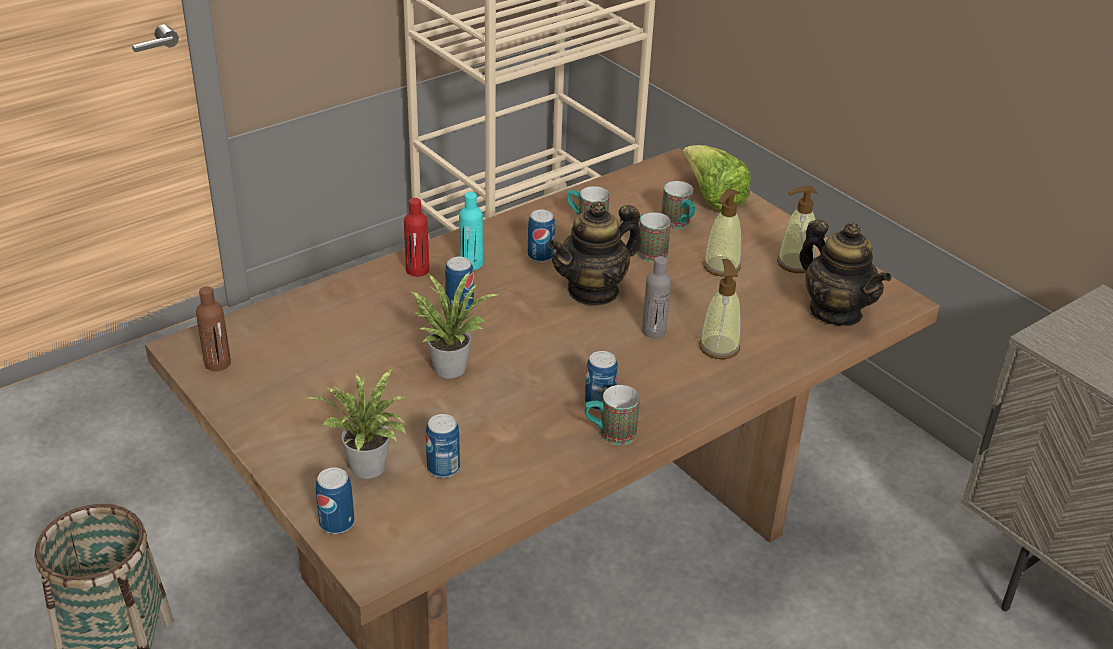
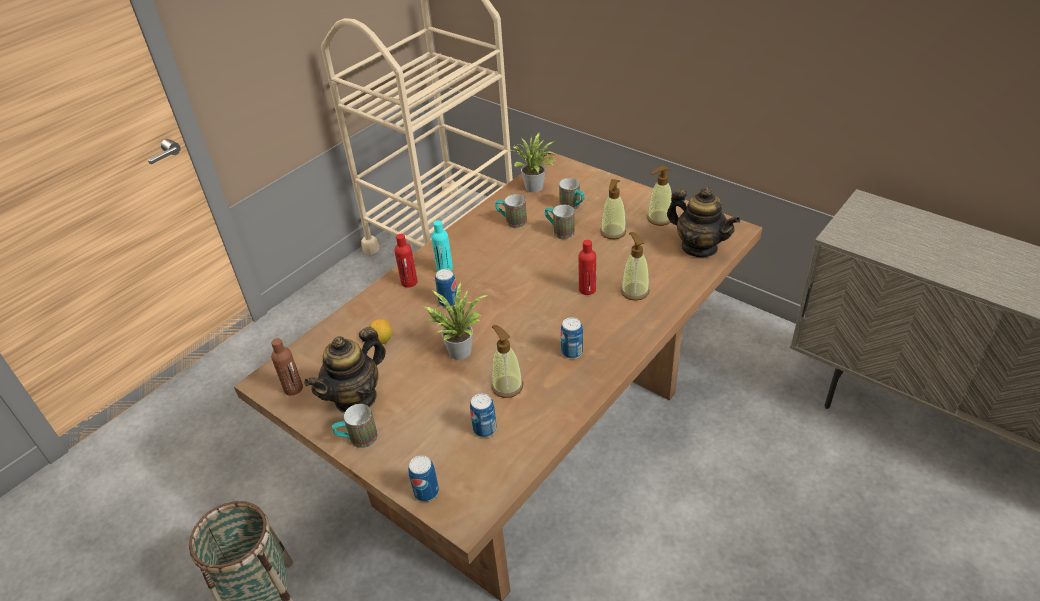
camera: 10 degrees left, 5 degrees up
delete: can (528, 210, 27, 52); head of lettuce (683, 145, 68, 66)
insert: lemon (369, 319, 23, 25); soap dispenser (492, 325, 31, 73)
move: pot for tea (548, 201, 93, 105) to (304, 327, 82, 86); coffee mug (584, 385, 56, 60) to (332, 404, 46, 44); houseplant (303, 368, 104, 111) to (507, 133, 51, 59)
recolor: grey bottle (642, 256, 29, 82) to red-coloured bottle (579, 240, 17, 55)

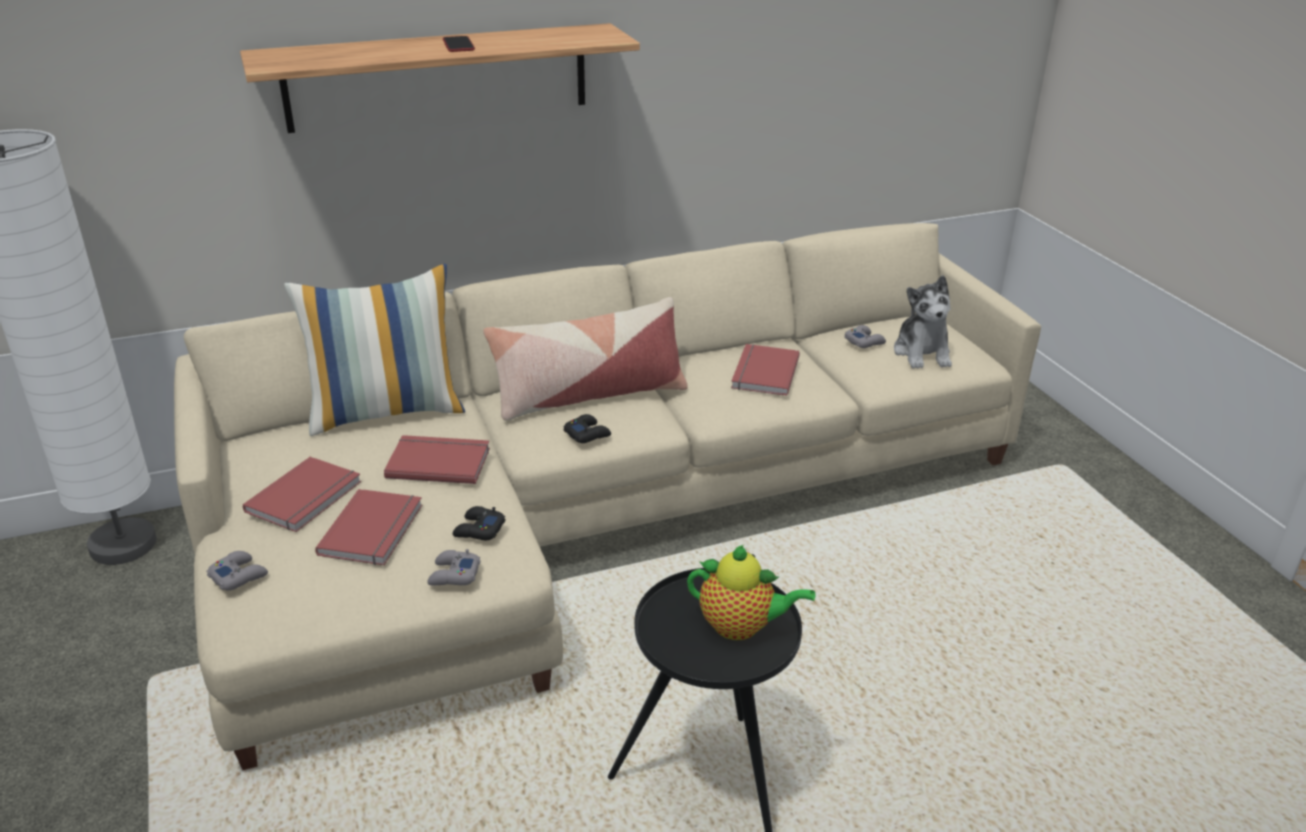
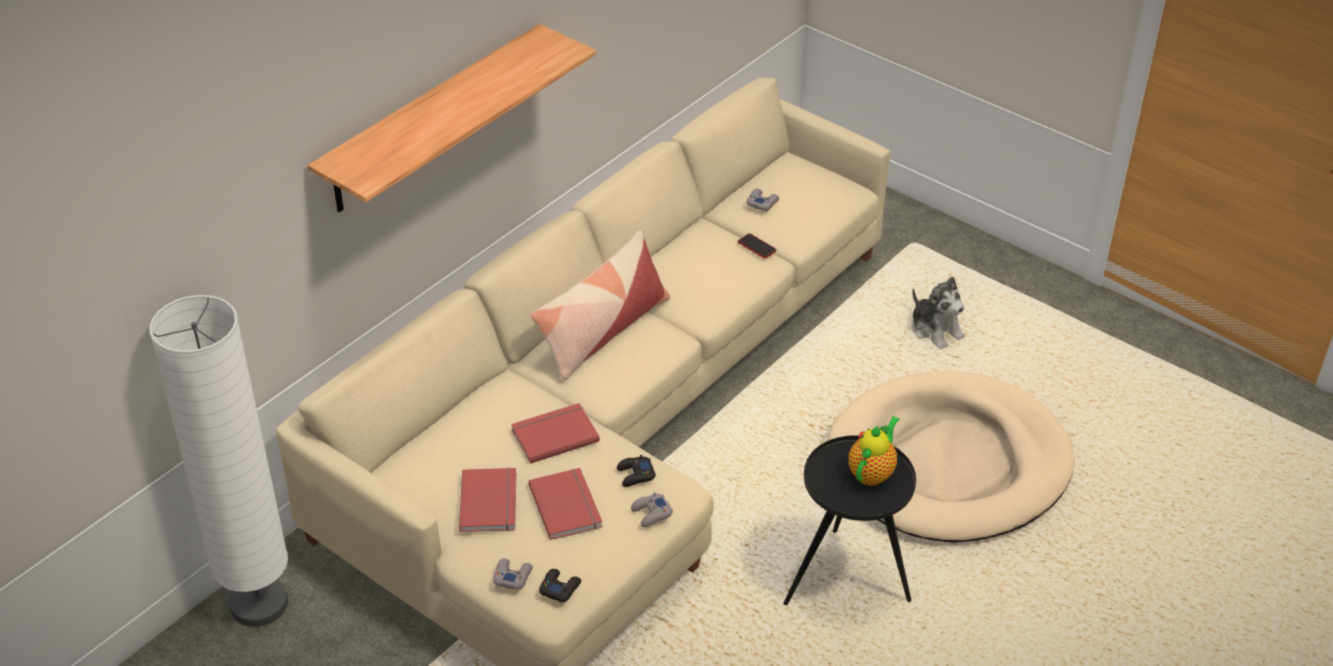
camera: 30 degrees left, 10 degrees up
delete: throw pillow (284, 264, 181, 172); red-coloured volume (731, 344, 69, 52)
insert: sand-coloured dog bed (828, 371, 247, 172)
move: blackish joypad (564, 414, 47, 29) to (539, 569, 42, 34); telephone (443, 36, 32, 16) to (738, 233, 39, 25); soft toy (894, 275, 58, 94) to (912, 276, 53, 73)
rotate: pot for tea (687, 545, 129, 95) = (848, 416, 52, 70) 45 degrees counterclockwise

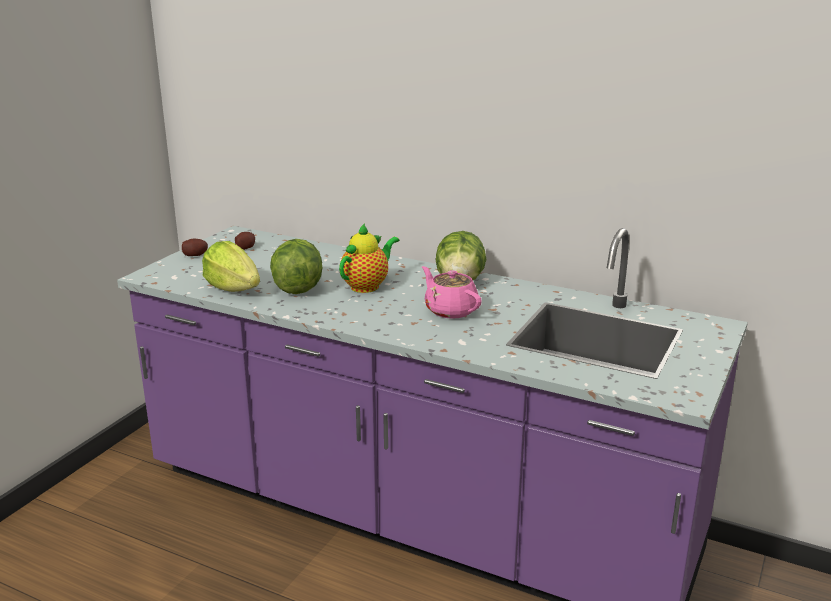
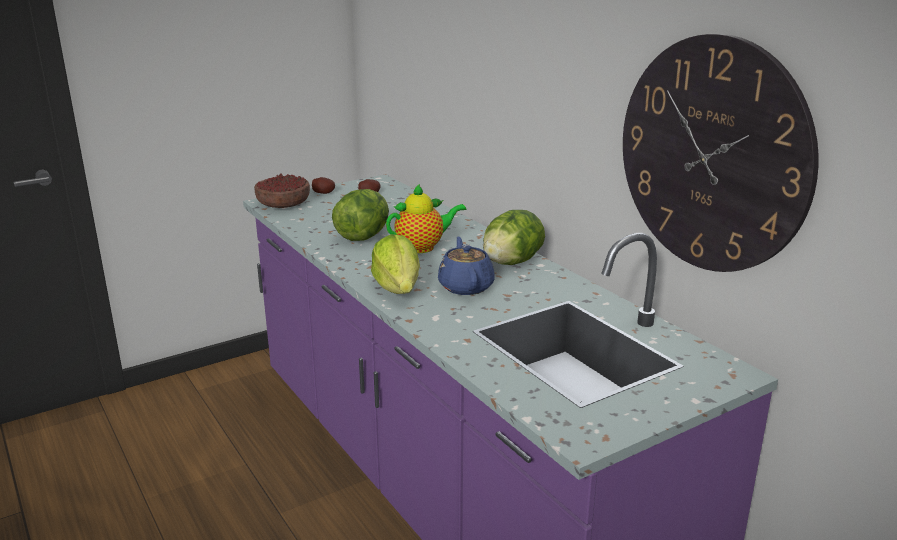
camera: 30 degrees right, 0 degrees up
insert: deep dish (254, 173, 56, 35); clock on the wall (623, 34, 195, 238)
move: head of lettuce (202, 241, 58, 51) to (371, 234, 49, 60)
recolor: pinkish pot for tea (422, 266, 60, 53) to blue-coloured pot for tea (438, 236, 57, 59)

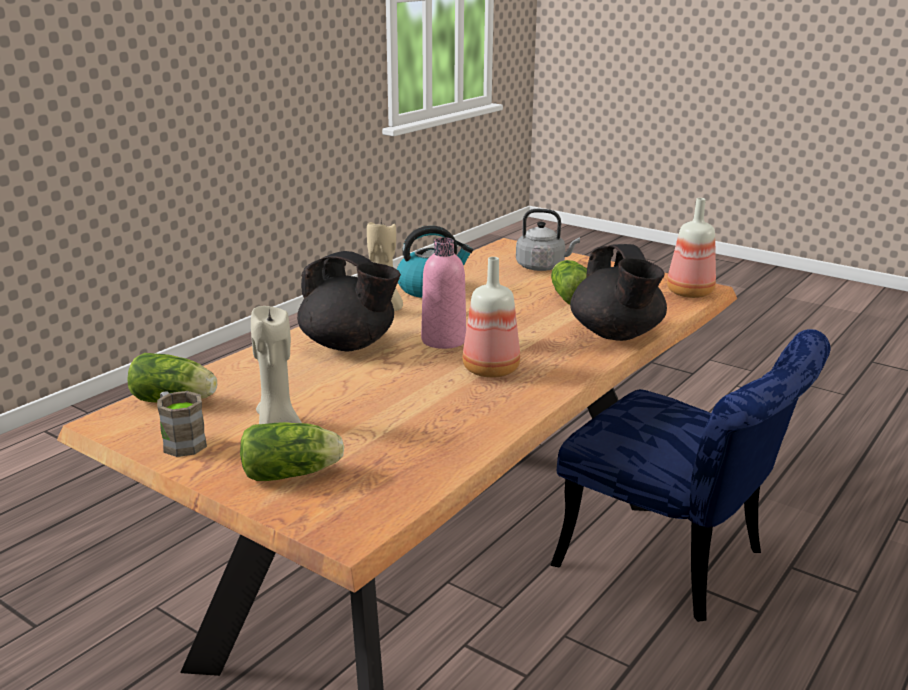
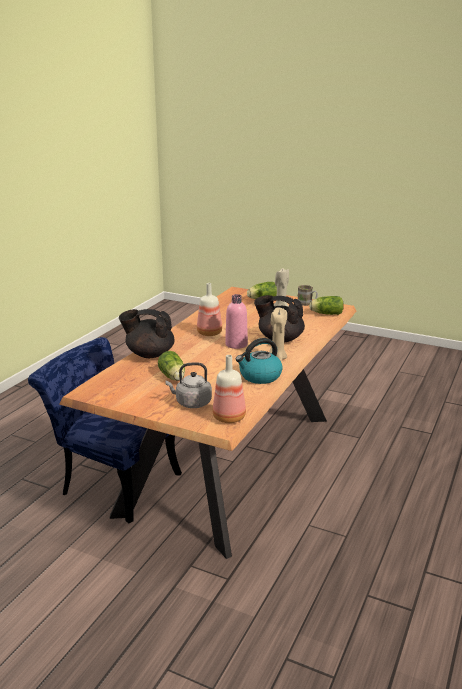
camera: 170 degrees right, 0 degrees up
move: bottle (667, 198, 49, 100) to (213, 355, 33, 68)
rotate: blackish pot for tea (570, 244, 97, 97) = (119, 309, 55, 49) 60 degrees counterclockwise

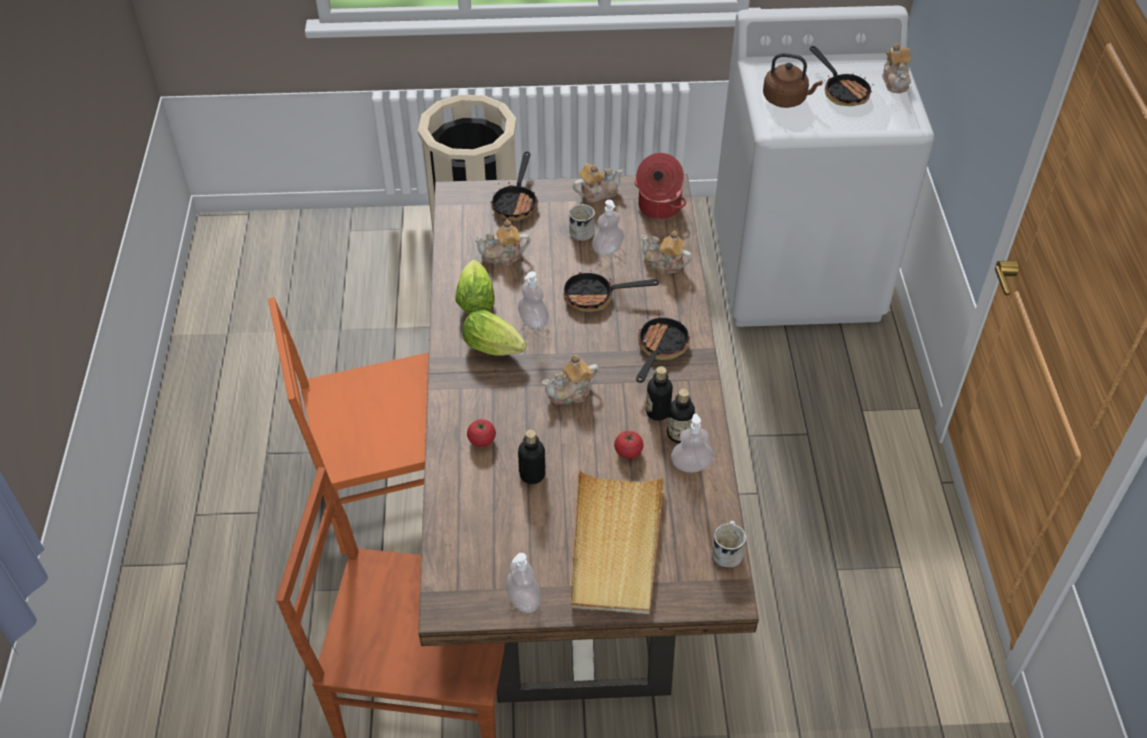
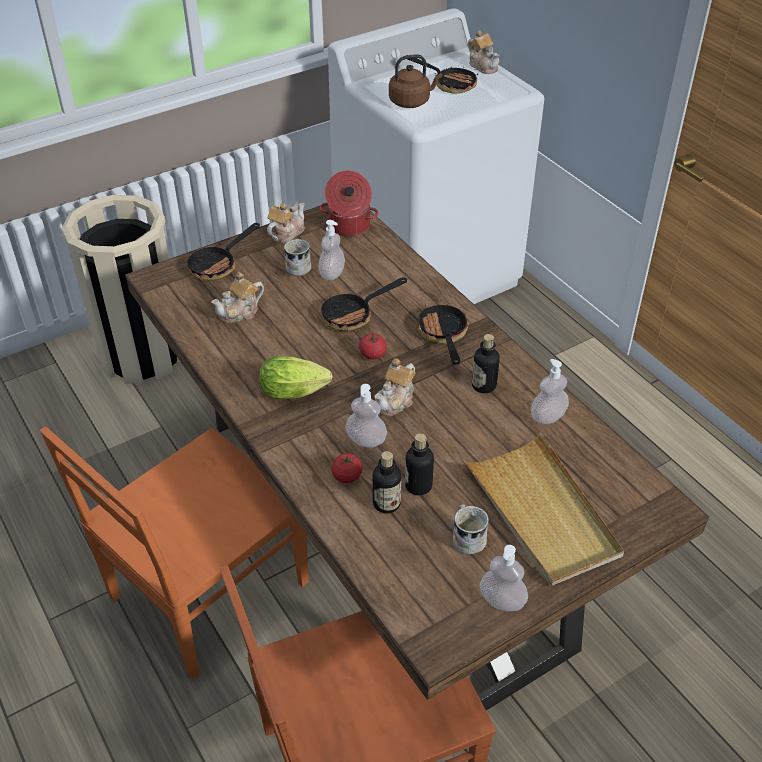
camera: 30 degrees left, 5 degrees down
delete: head of lettuce (455, 260, 40, 55); pot for tea (641, 230, 51, 45)
move: soap dispenser (518, 271, 31, 58) to (345, 384, 42, 64); whole tomato (614, 431, 29, 28) to (359, 333, 28, 26); bottle (667, 389, 28, 54) to (373, 451, 28, 63); white coffee mug (712, 521, 34, 46) to (453, 504, 36, 50)
rotate: frying pan (491, 152, 47, 69) = (187, 223, 73, 58) 60 degrees clockwise

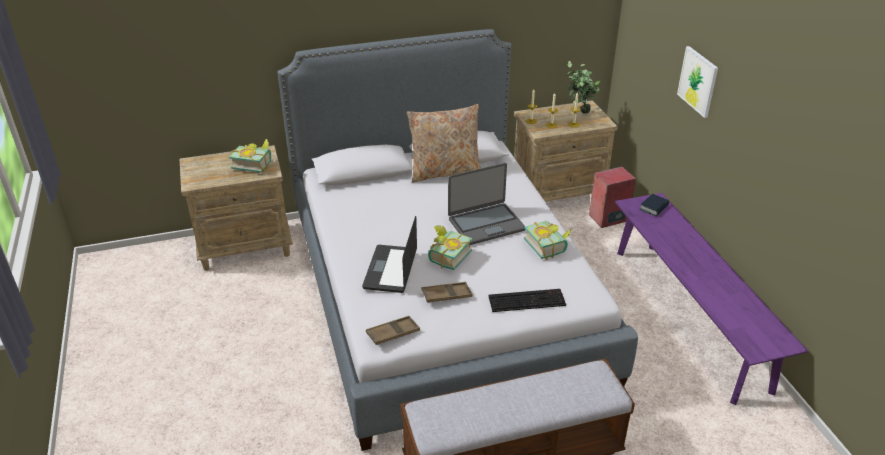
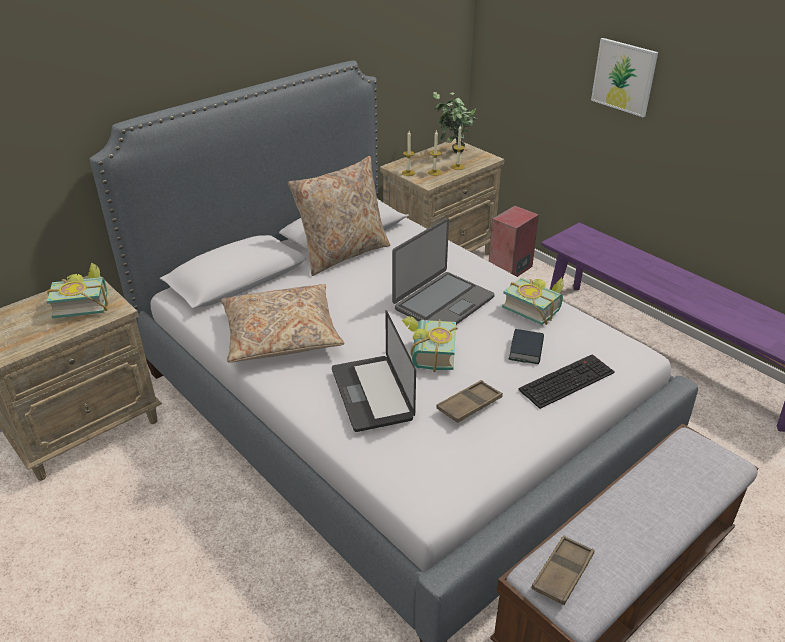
camera: 25 degrees left, 0 degrees up
insert: sand-coloured throw pillow (221, 284, 124, 79)
move: volume (639, 194, 30, 22) to (509, 329, 35, 35); brown-coloured tray (366, 316, 54, 29) to (531, 536, 63, 69)

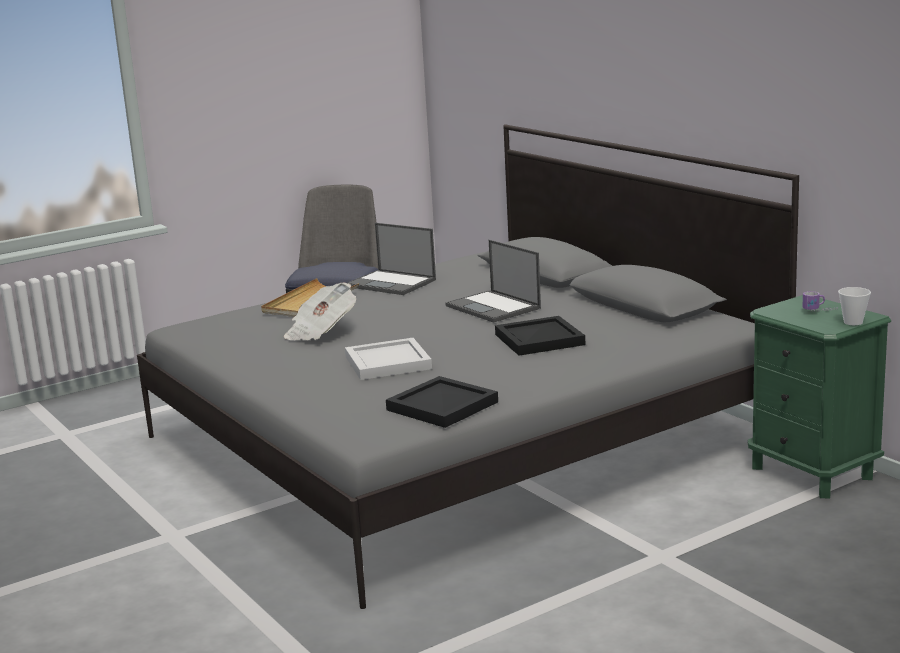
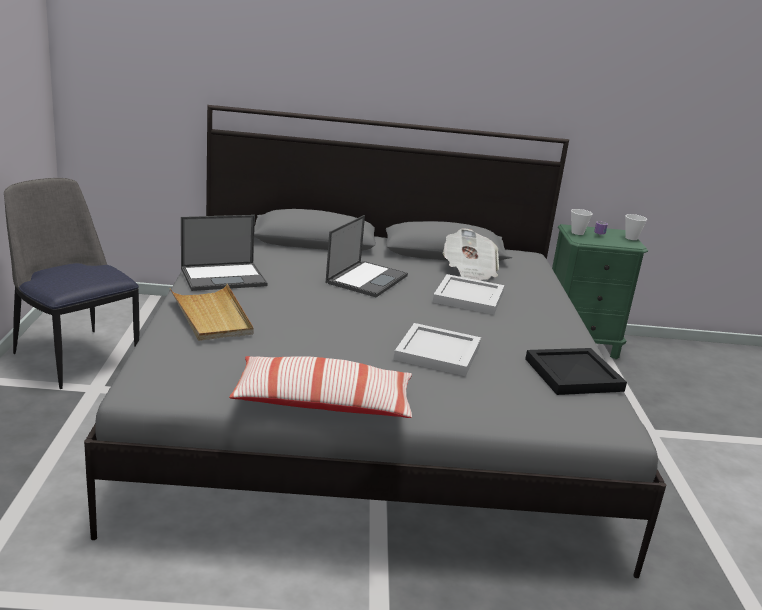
camera: 60 degrees left, 5 degrees up
insert: throw pillow (229, 356, 183, 62); drinking cup (571, 209, 21, 26)
move: printed paper (284, 283, 72, 57) to (443, 228, 56, 52)
recolor: blackish tray (495, 316, 90, 40) to white tray (433, 274, 72, 41)
rotate: laptop (445, 240, 96, 83) = (326, 215, 82, 82) 60 degrees counterclockwise

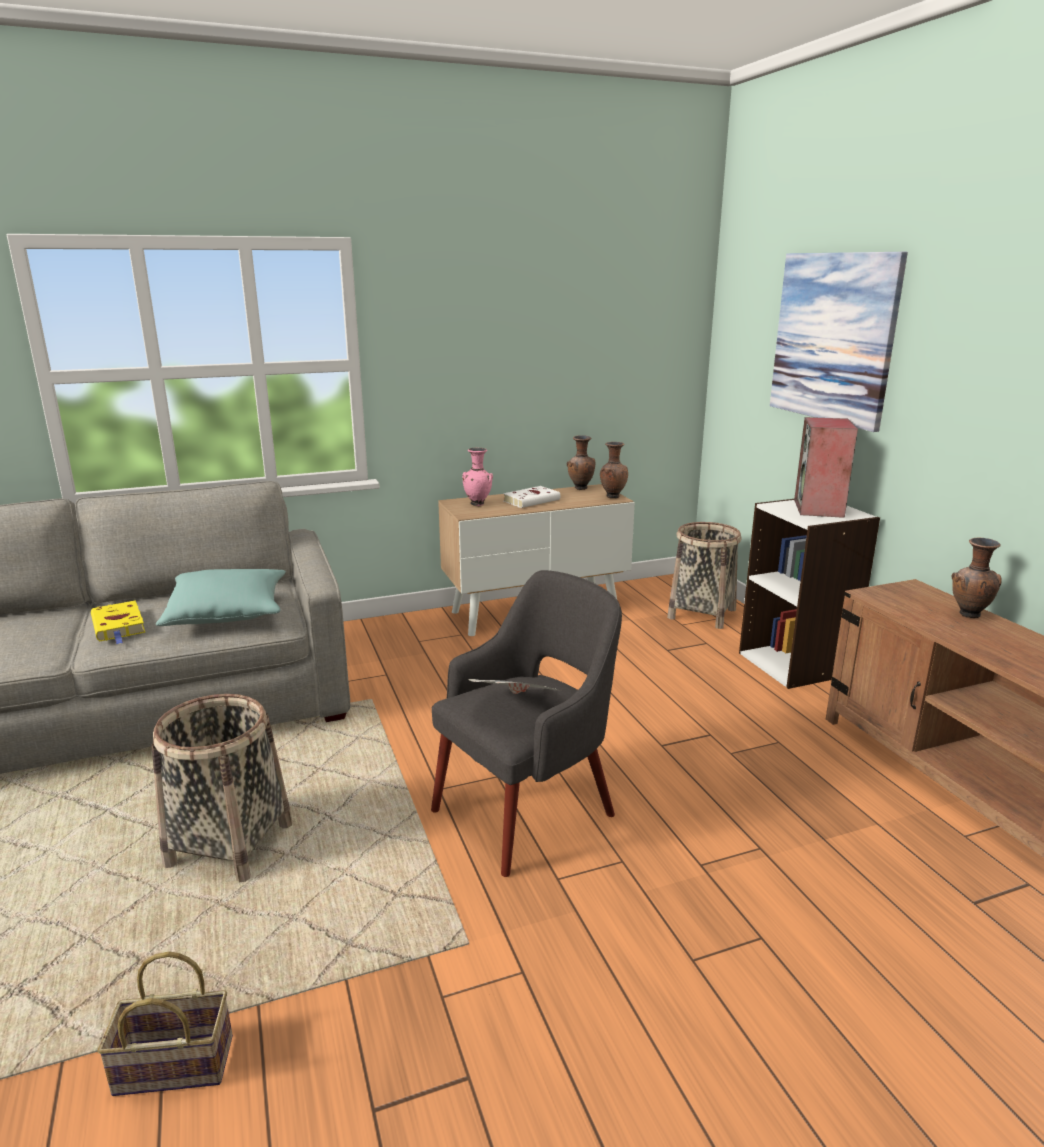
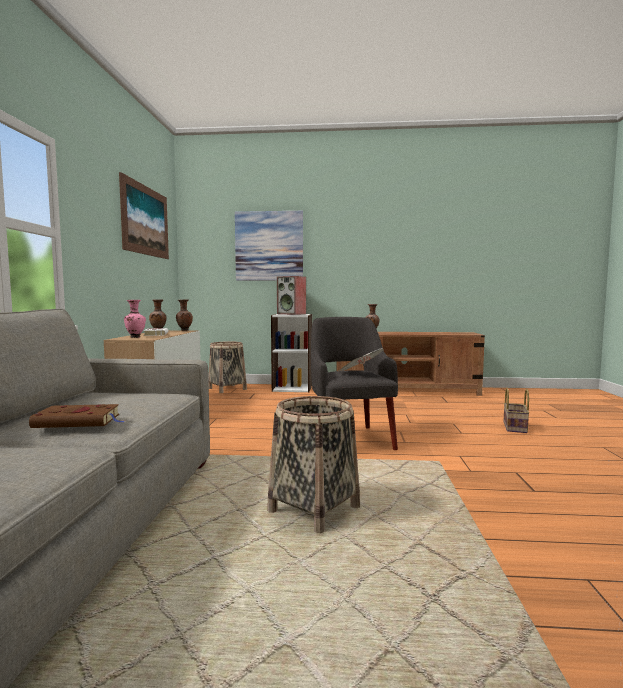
camera: 65 degrees left, 15 degrees down
delete: turquoise-coloured throw pillow (156, 569, 130, 57)
insert: wall art (119, 172, 50, 87)
move: household basket (97, 951, 136, 145) to (503, 388, 26, 45)
recolor: yellowish volume (91, 600, 54, 44) to brown-coloured volume (29, 404, 95, 24)

